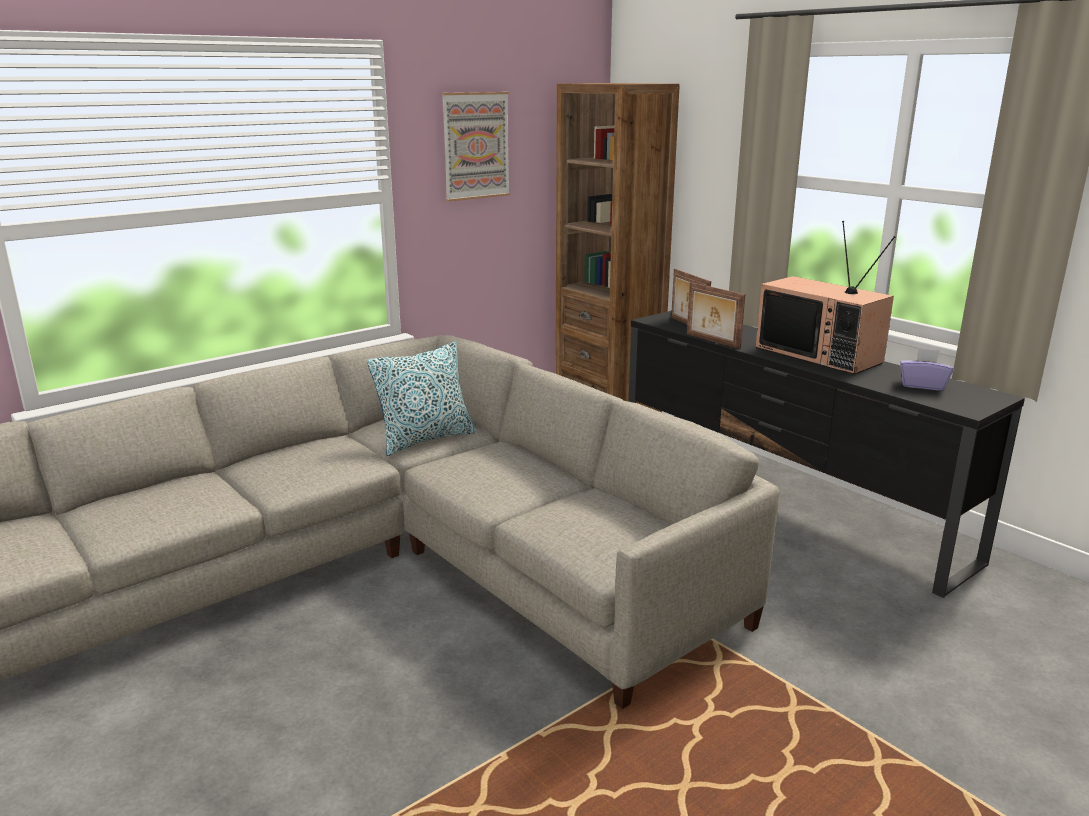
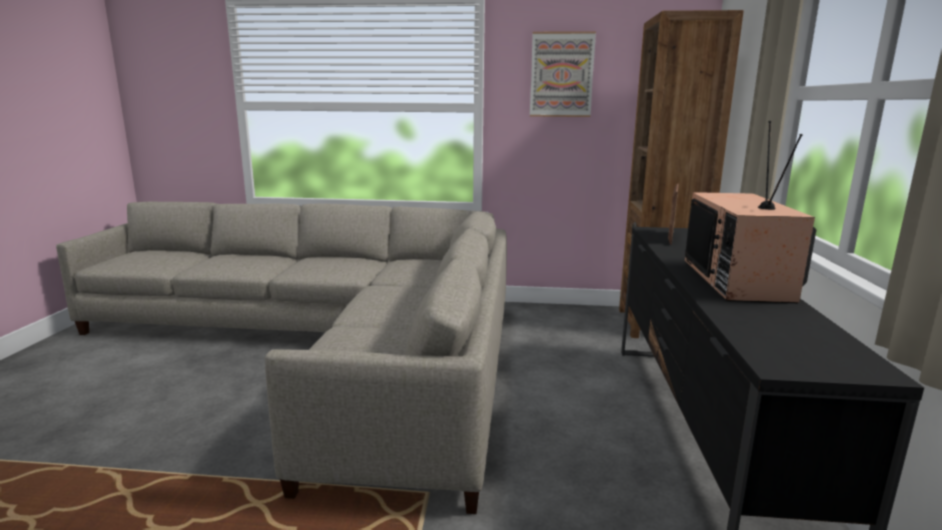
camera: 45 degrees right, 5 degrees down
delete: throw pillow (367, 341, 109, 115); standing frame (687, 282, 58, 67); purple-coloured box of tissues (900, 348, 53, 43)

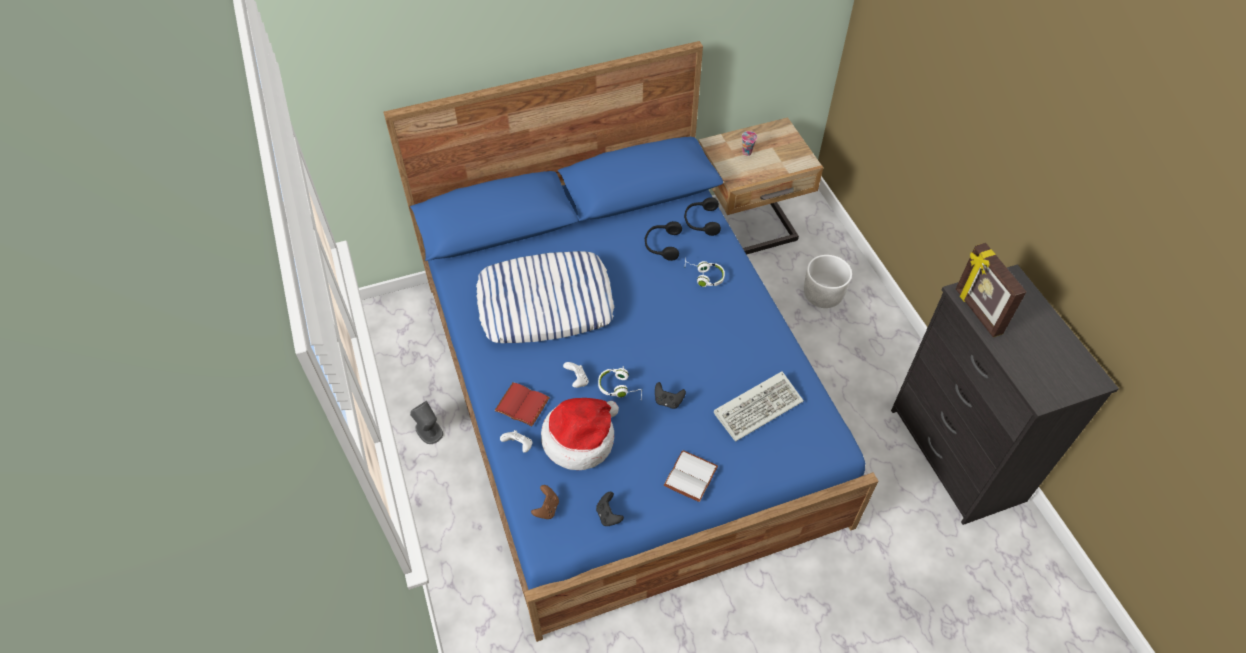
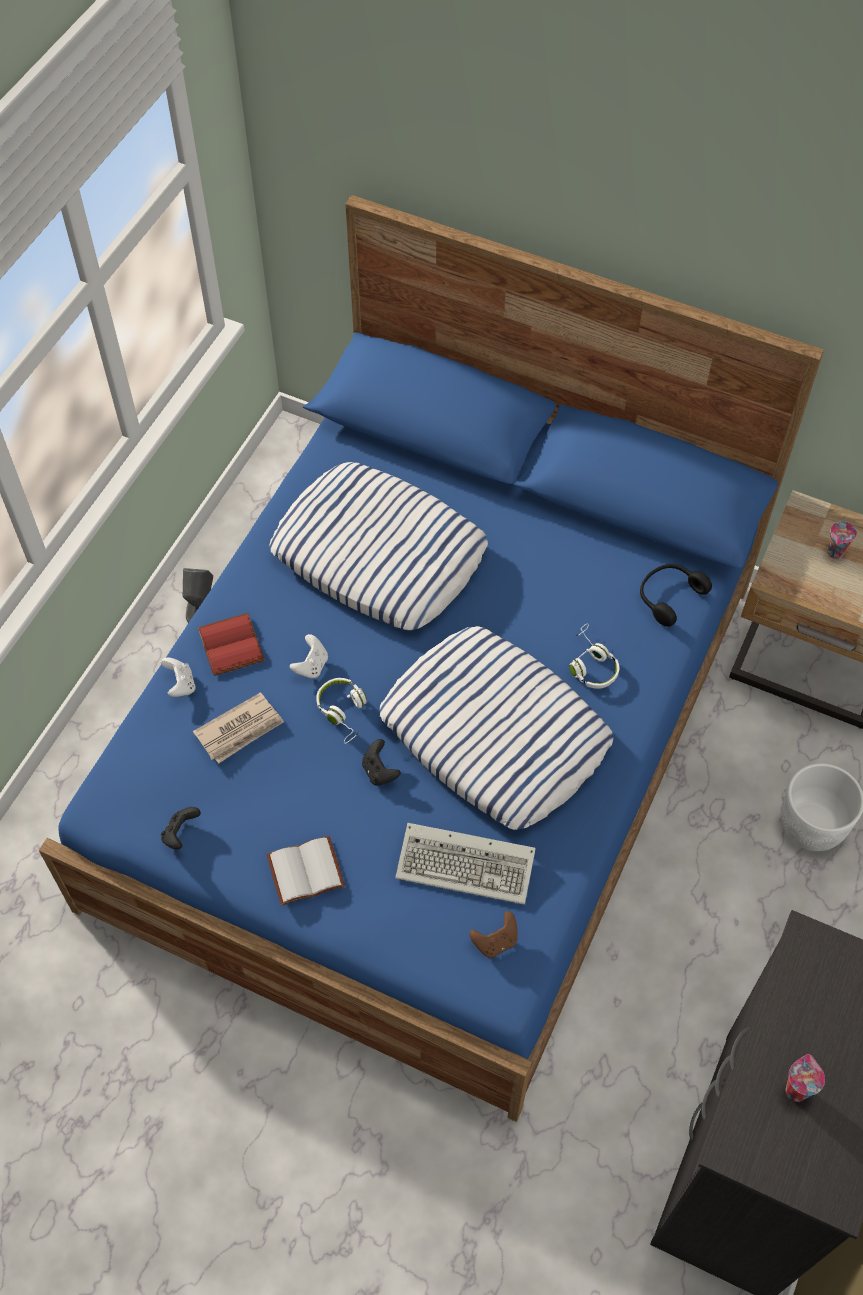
camera: 45 degrees right, 5 degrees up
delete: blackish pair of headphones (645, 221, 37, 40); standing frame (956, 243, 70, 94)
insert: throw pillow (380, 626, 233, 204); drinking cup (786, 1054, 39, 48)
move: brown-coloured joypad (531, 485, 28, 34) to (469, 911, 49, 47)
replace: hat (541, 398, 78, 72) to printed paper (193, 692, 91, 71)

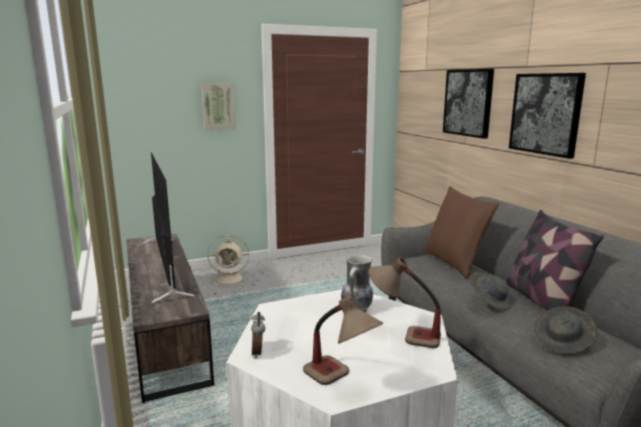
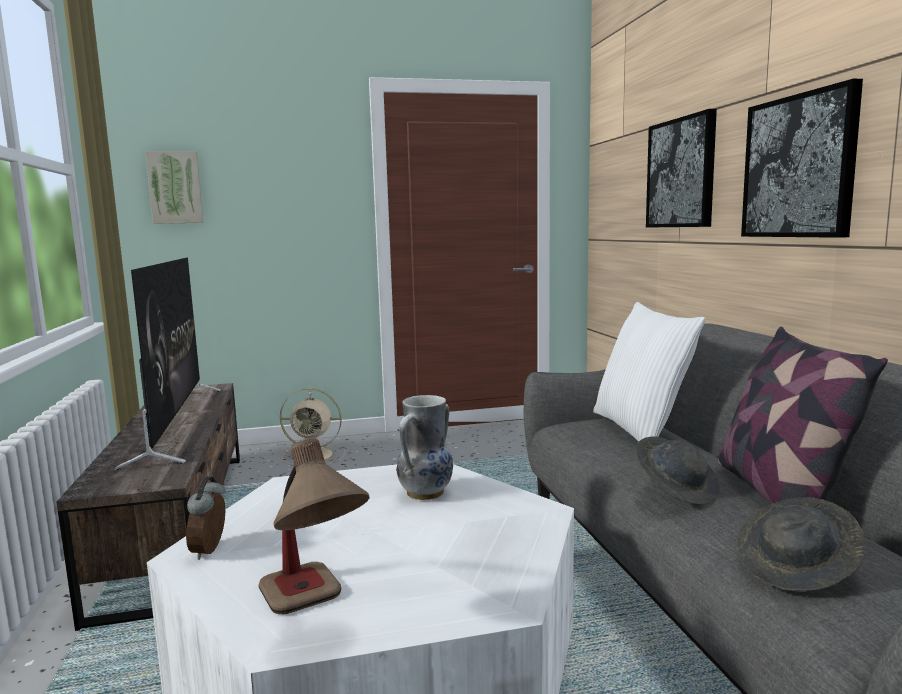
camera: 10 degrees right, 5 degrees down
delete: tabletop lamp (369, 258, 72, 90)
move: wall art (201, 83, 34, 47) to (145, 151, 59, 73)
recolor: brown-coloured throw pillow (423, 187, 76, 91) to white throw pillow (593, 302, 113, 140)

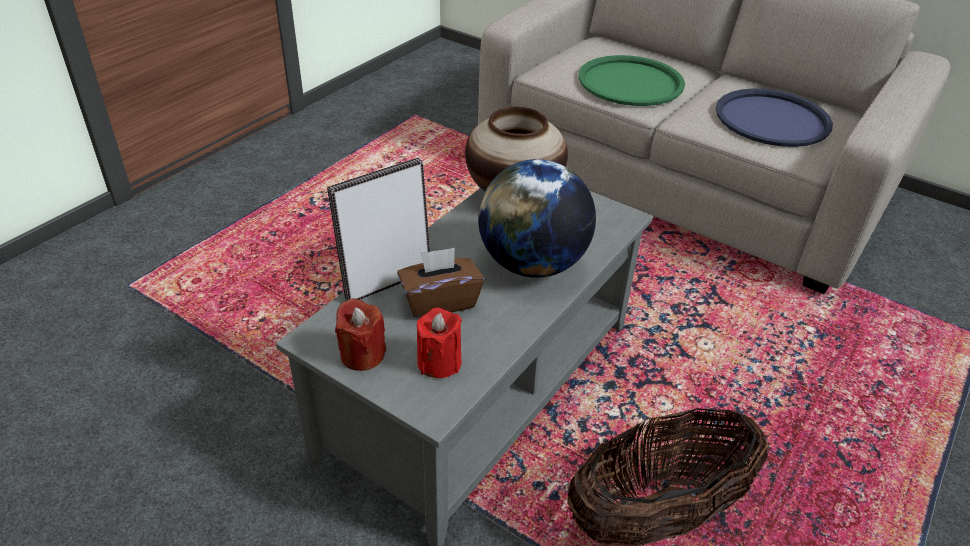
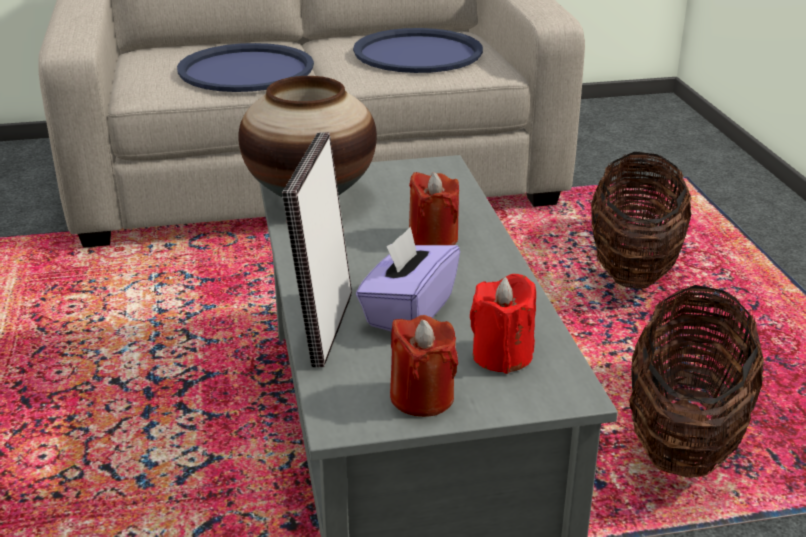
camera: 45 degrees left, 10 degrees down
insert: household basket (591, 152, 101, 137)
replace: desk globe (478, 159, 118, 119) to red-coloured wax candle (409, 172, 50, 73)
recolor: green-coloured tray (579, 55, 106, 51) to blue-coloured tray (177, 43, 137, 49); brown-coloured box of tissues (397, 248, 87, 70) to purple-coloured box of tissues (356, 227, 104, 105)

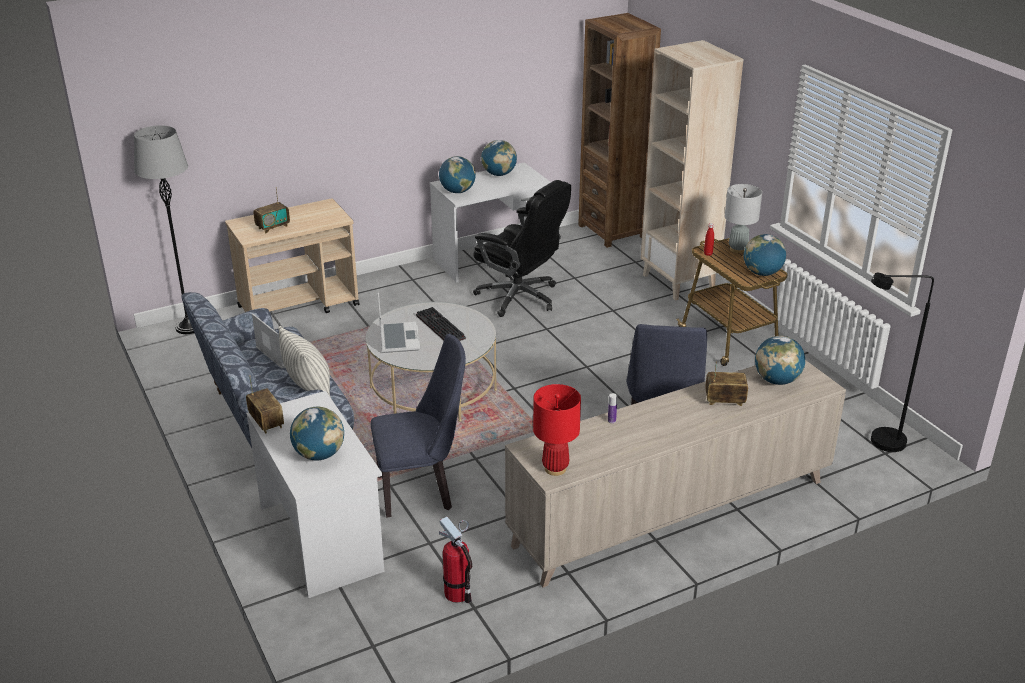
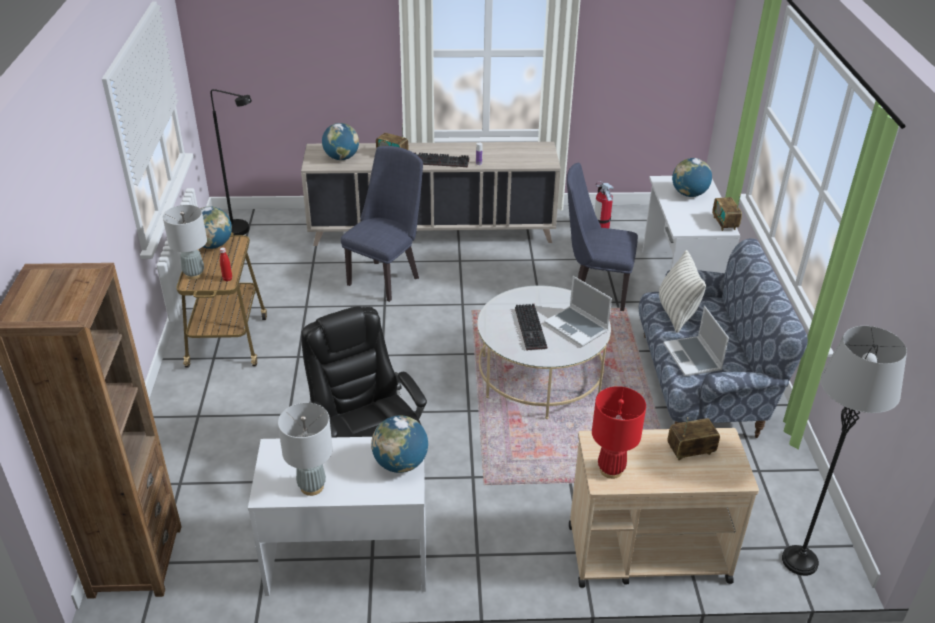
camera: 155 degrees left, 5 degrees up
delete: sand-coloured bookcase (641, 40, 103, 261)
insert: PC keyboard (414, 152, 55, 15)
move: red-coloured tabletop lamp (533, 384, 48, 92) to (592, 386, 54, 93)
replace: desk globe (481, 140, 36, 36) to grey tabletop lamp (278, 403, 55, 93)
rotate: laptop (378, 292, 42, 61) = (545, 276, 67, 70) 60 degrees counterclockwise

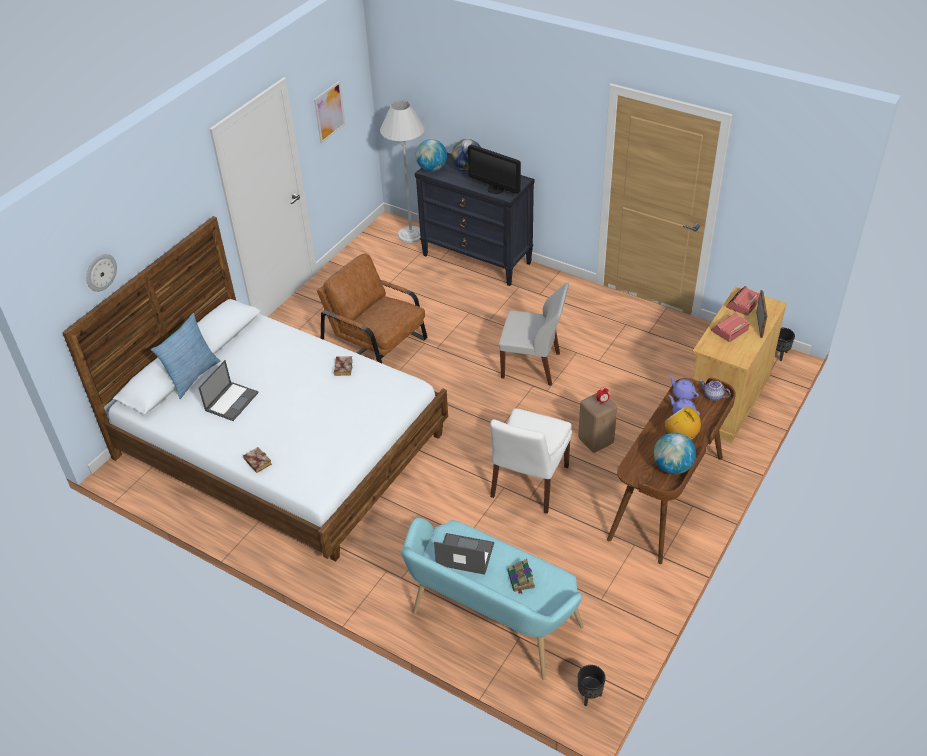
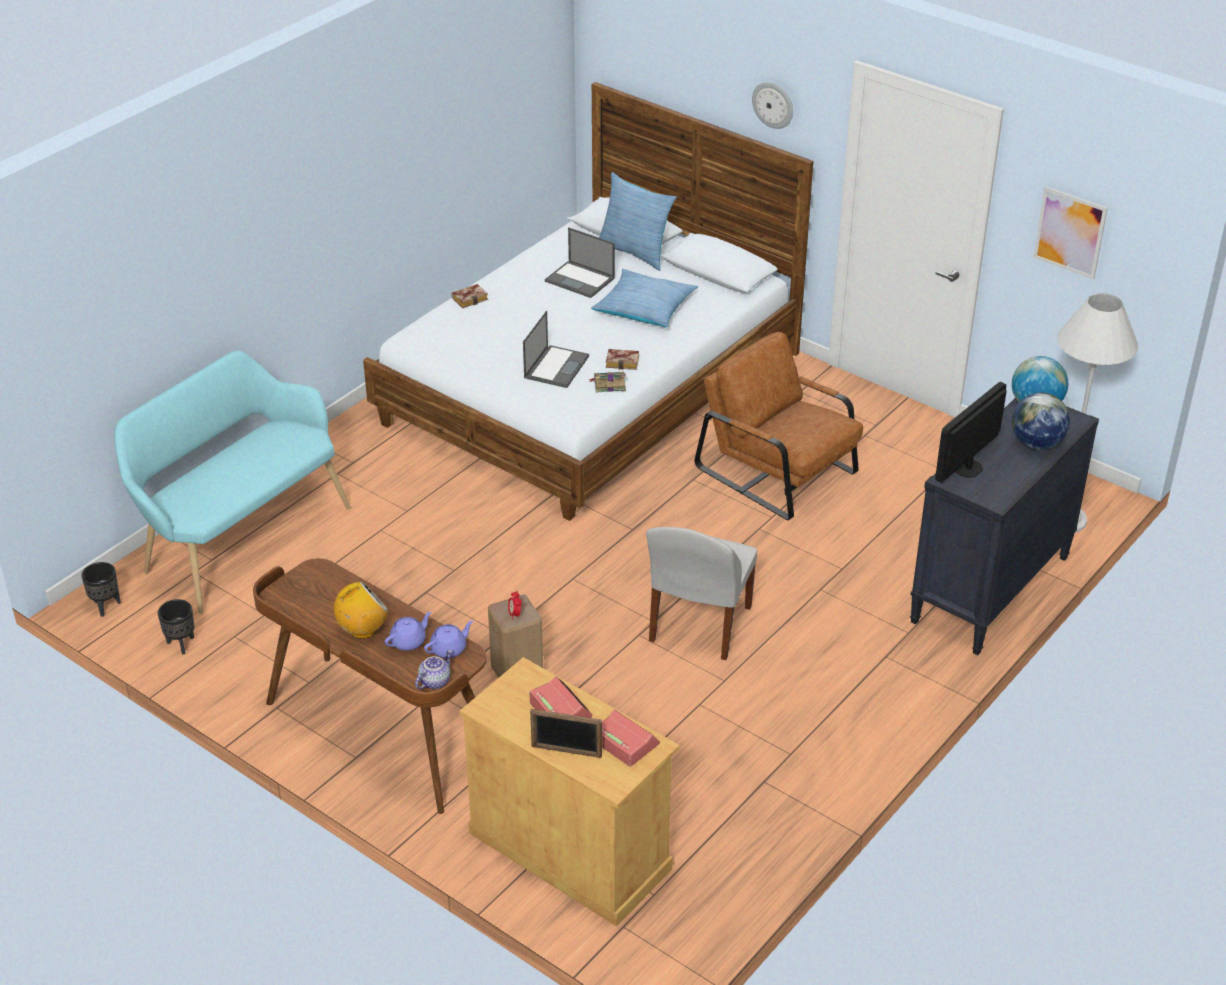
camera: 95 degrees right, 5 degrees down
delete: white plain chair (490, 408, 82, 106); desk globe (654, 432, 42, 42)
insert: throw pillow (591, 269, 107, 59)
move: blackish plant pot (776, 328, 19, 33) to (158, 599, 36, 56); laptop (434, 533, 60, 42) to (523, 311, 66, 77); volume (507, 559, 28, 35) to (588, 372, 38, 20); clock on the wall (86, 254, 31, 38) to (752, 82, 41, 47)
rotate: brown-coloured armchair (317, 254, 110, 109) = (695, 332, 168, 188) 90 degrees counterclockwise

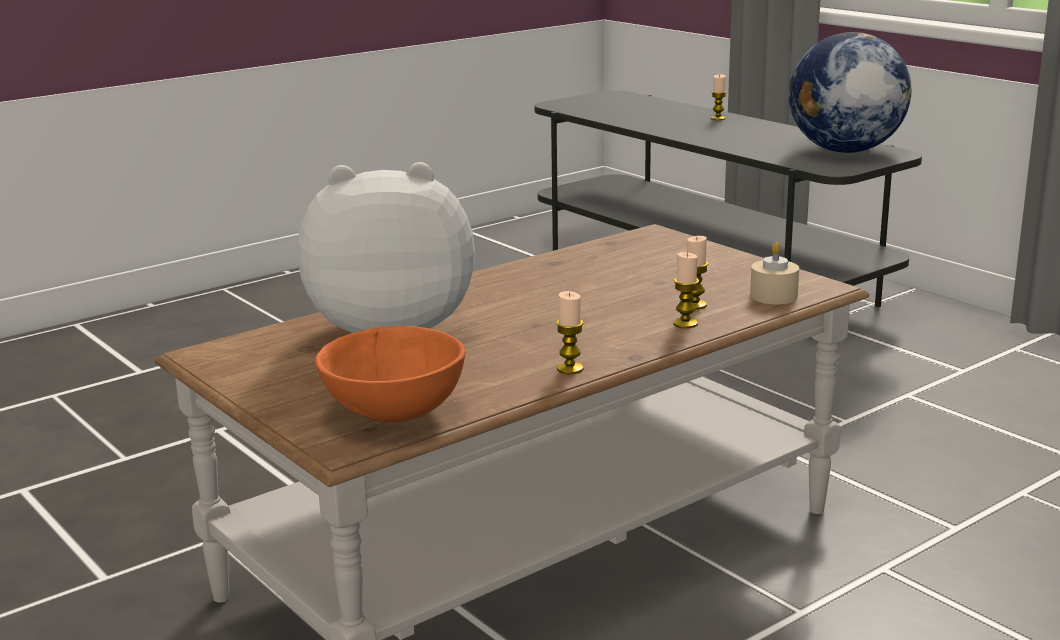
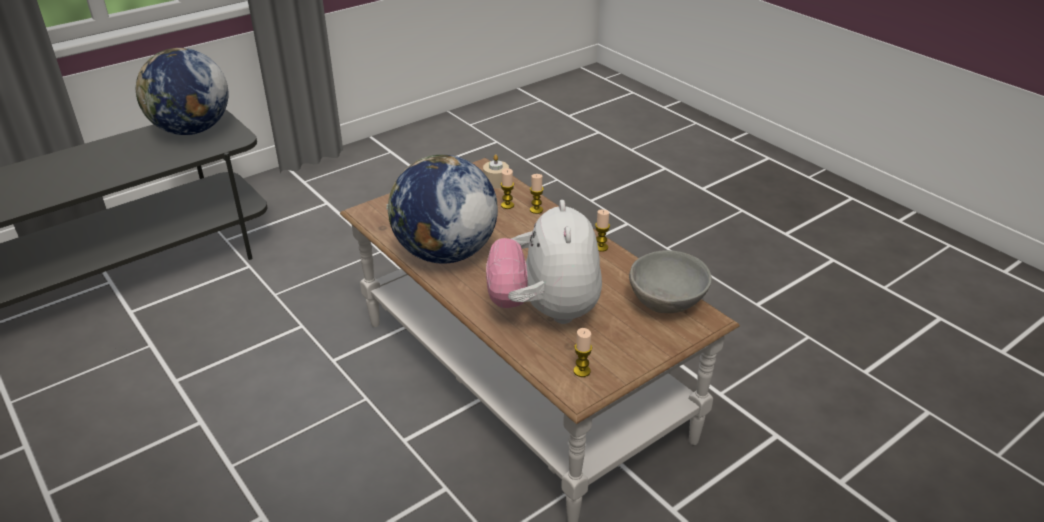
camera: 90 degrees left, 15 degrees up
insert: desk globe (386, 155, 112, 108)
move: wax candle (711, 75, 15, 45) to (573, 328, 19, 49)
recolor: orangey deep dish (315, 326, 151, 96) to grey deep dish (629, 250, 83, 63)

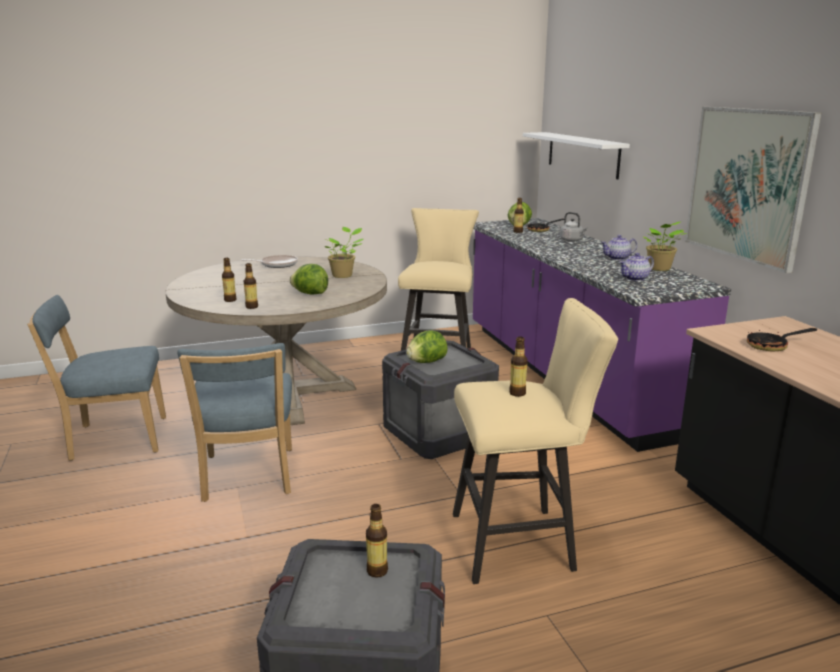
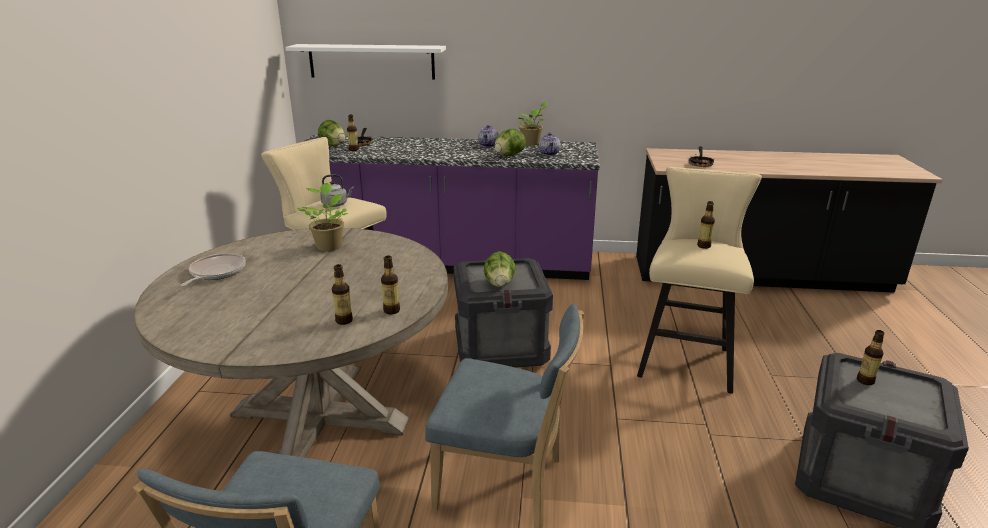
camera: 65 degrees left, 5 degrees up
delete: wall art (685, 107, 137, 166)
move: grey kettle (560, 212, 27, 30) to (320, 174, 34, 33); head of lettuce (290, 264, 38, 30) to (494, 128, 32, 28)

